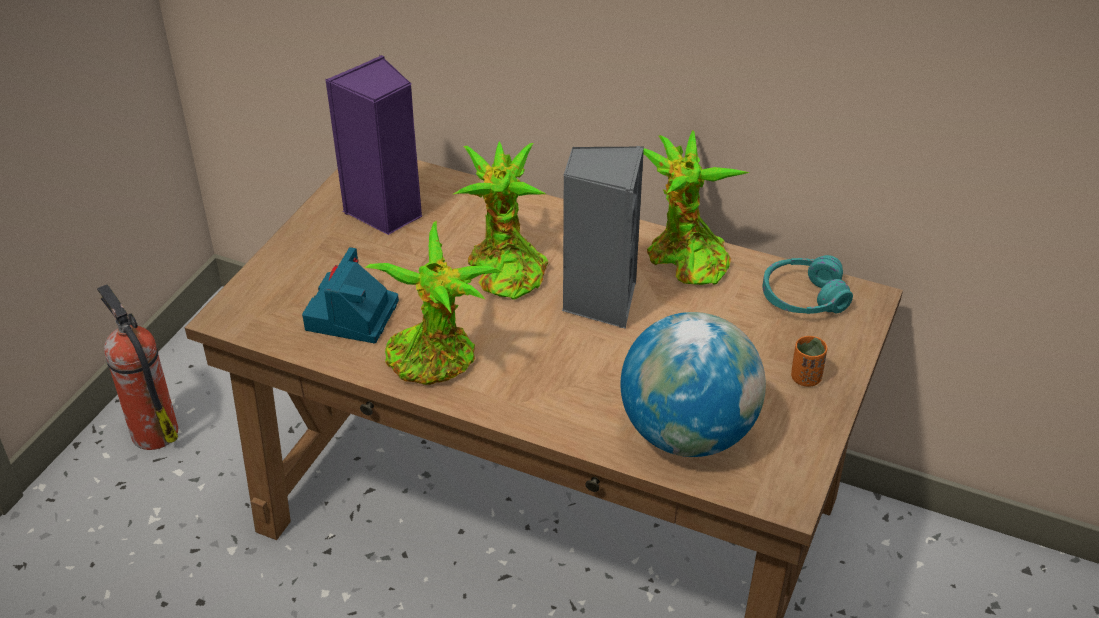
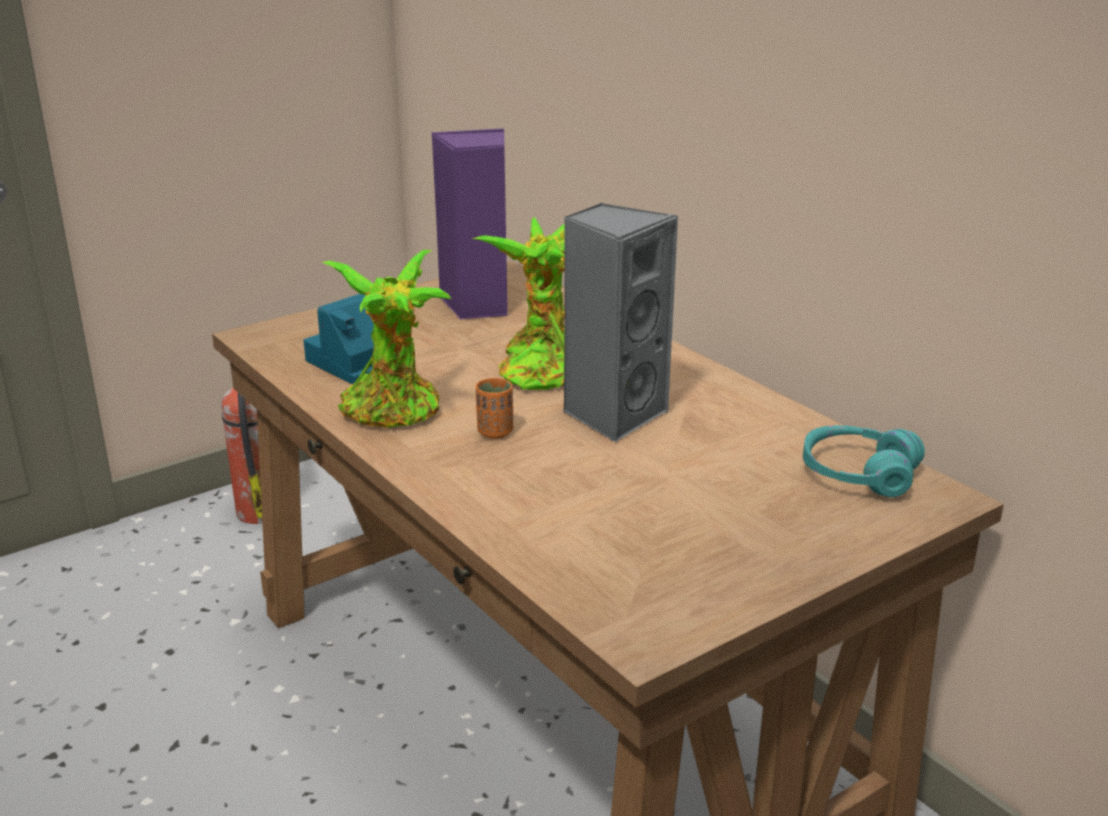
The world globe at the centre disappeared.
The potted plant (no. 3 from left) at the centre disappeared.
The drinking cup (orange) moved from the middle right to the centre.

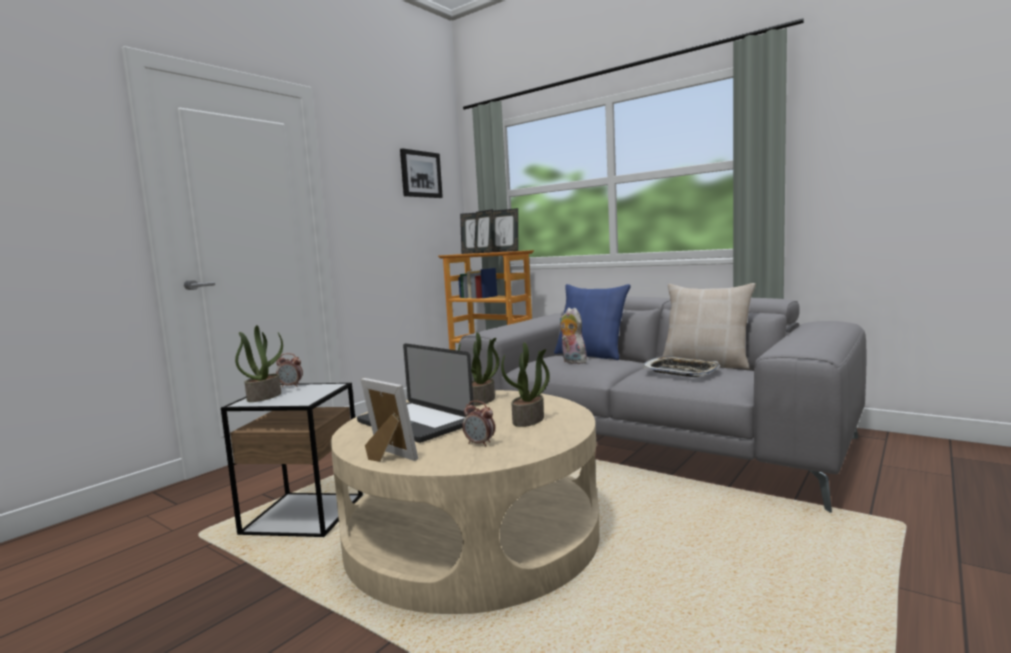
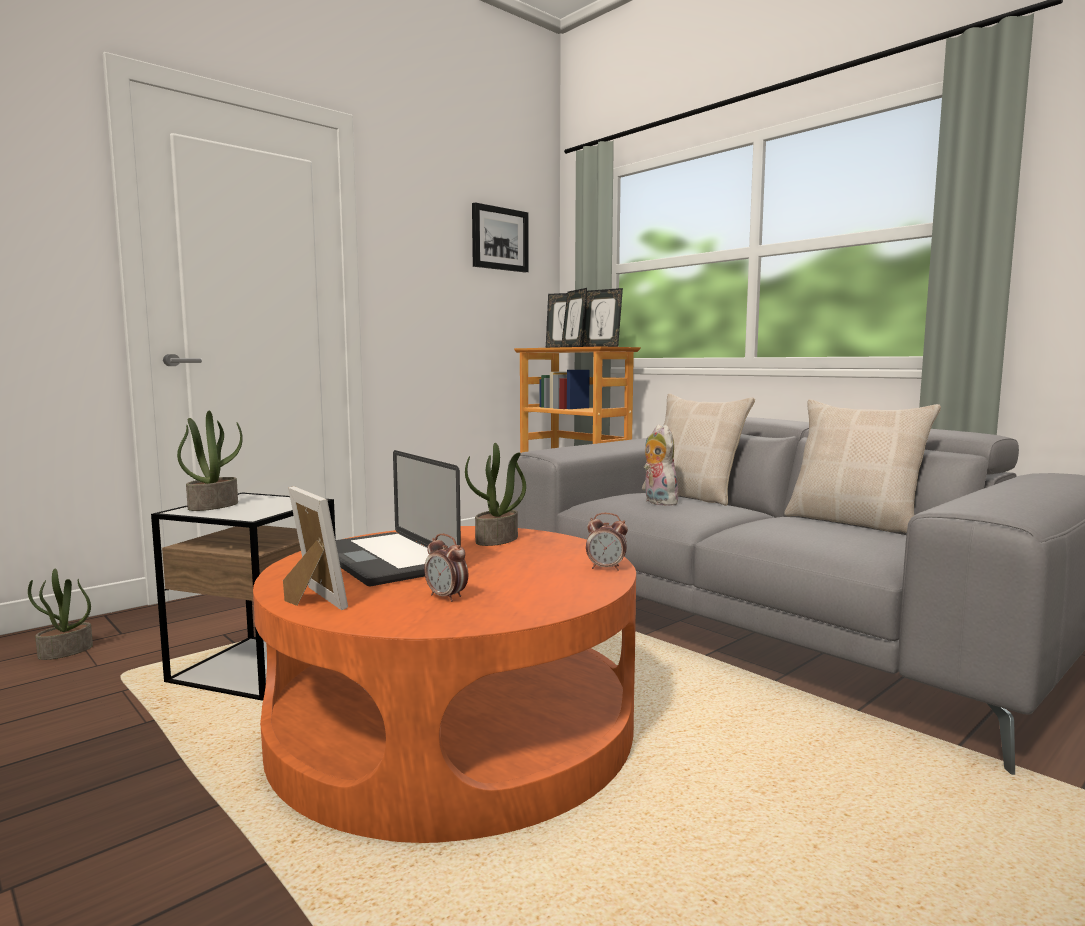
The table clock (no. 1 from left in the first image) moved from the middle left to the centre.
The coffee table (beige-coloured) at the bottom centre became the coffee table (orange) at the bottom centre.
The potted plant (no. 3 from left in the first image) moved from the centre to the middle left.
The throw pillow (bluish) at the centre became the throw pillow (beige-coloured) (no. 1 from left) at the centre.
The serving tray at the middle right disappeared.

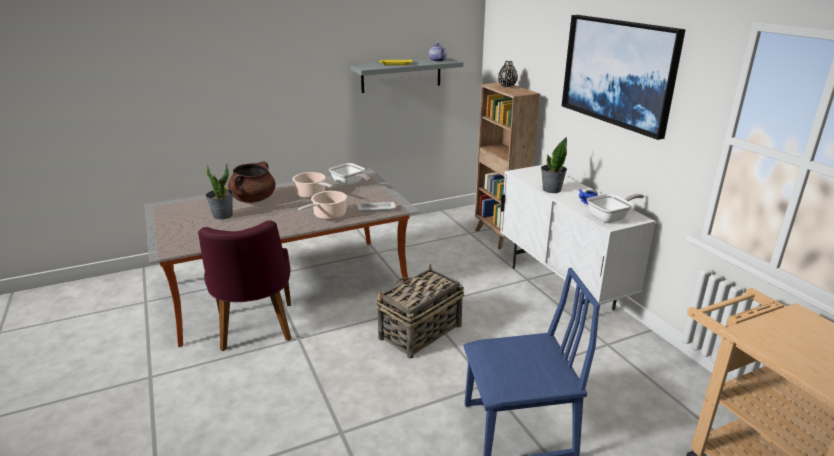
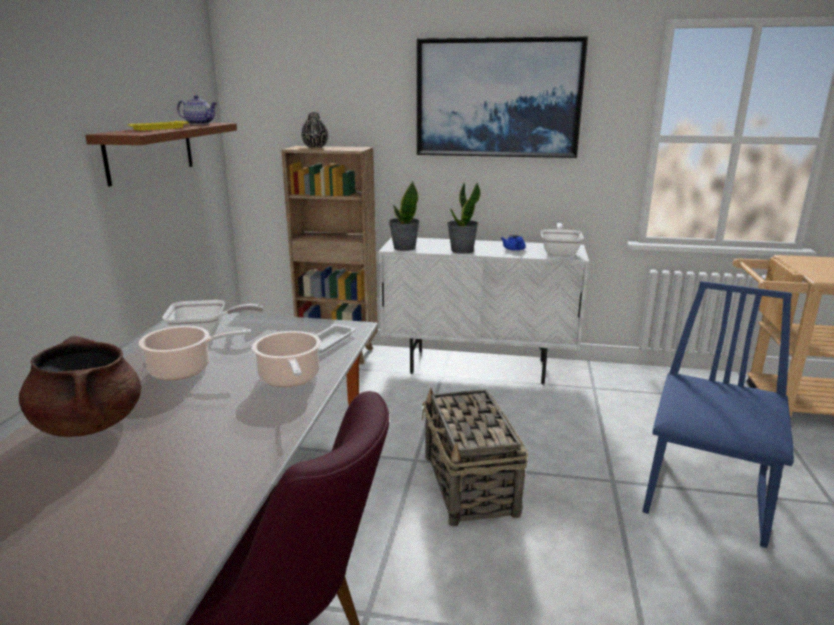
The potted plant (no. 1 from left) moved from the middle left to the centre.
The wall shelf (greyish) at the top centre became the wall shelf (brown) at the top left.

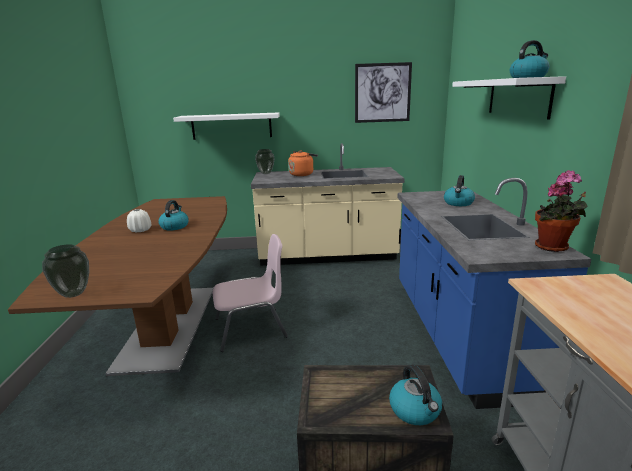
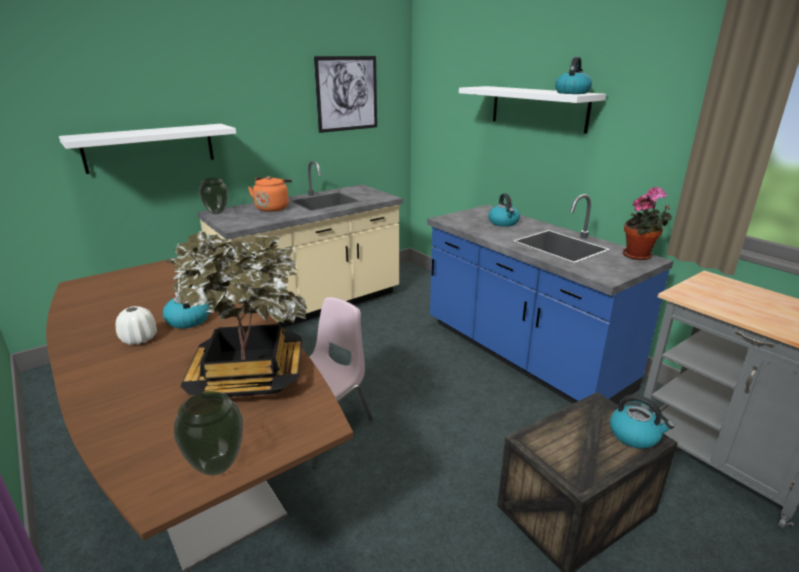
The potted plant (no. 1 from left) at the middle left appeared.

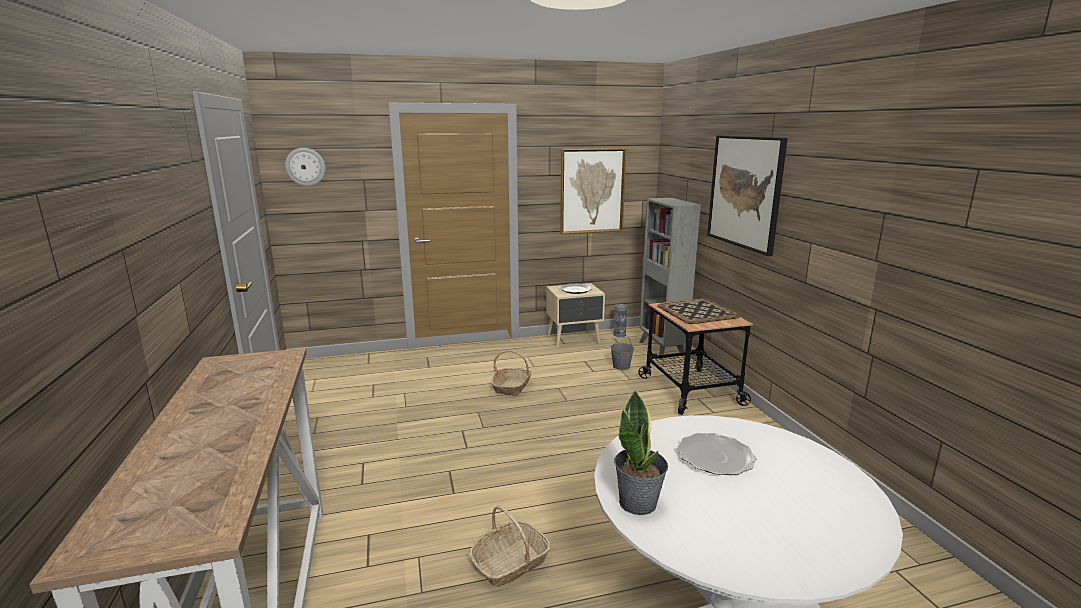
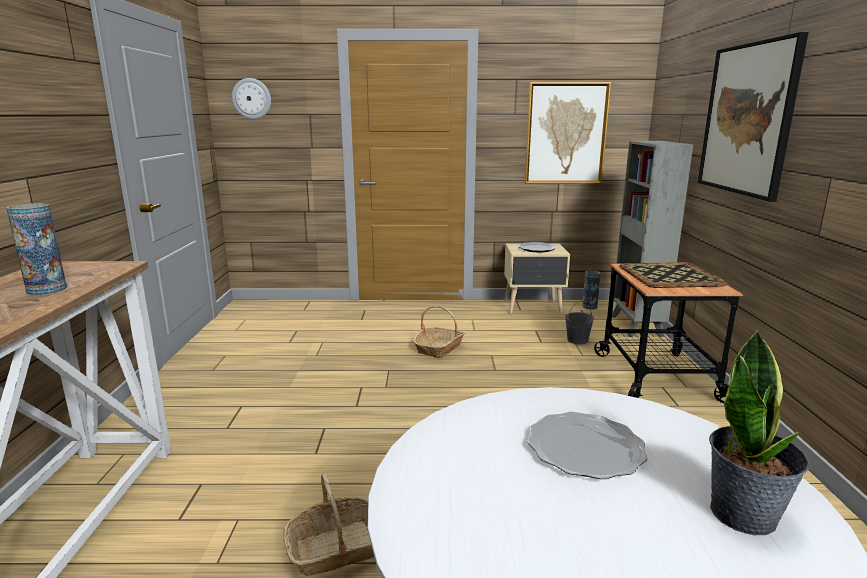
The potted plant moved from the bottom centre to the bottom right.
The decorative vase (no. 1 from left) at the middle left appeared.

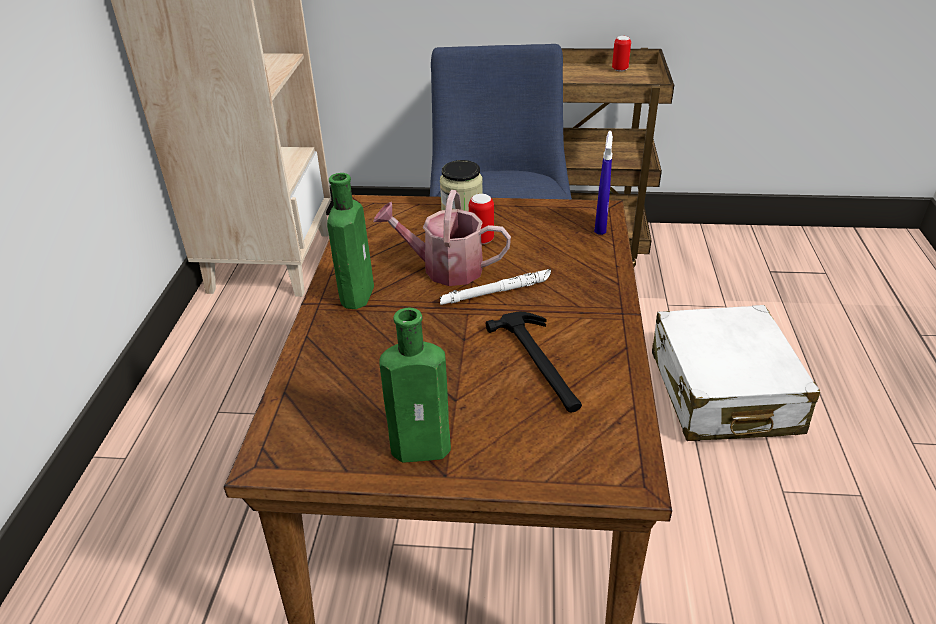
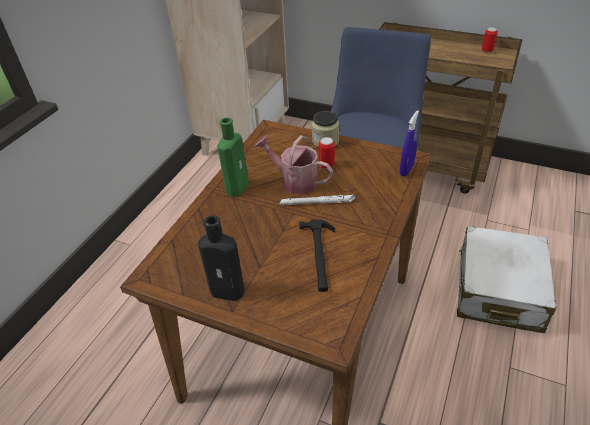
The bottle (green-coloured) (no. 2 from left) at the centre became the bottle (black) at the centre.

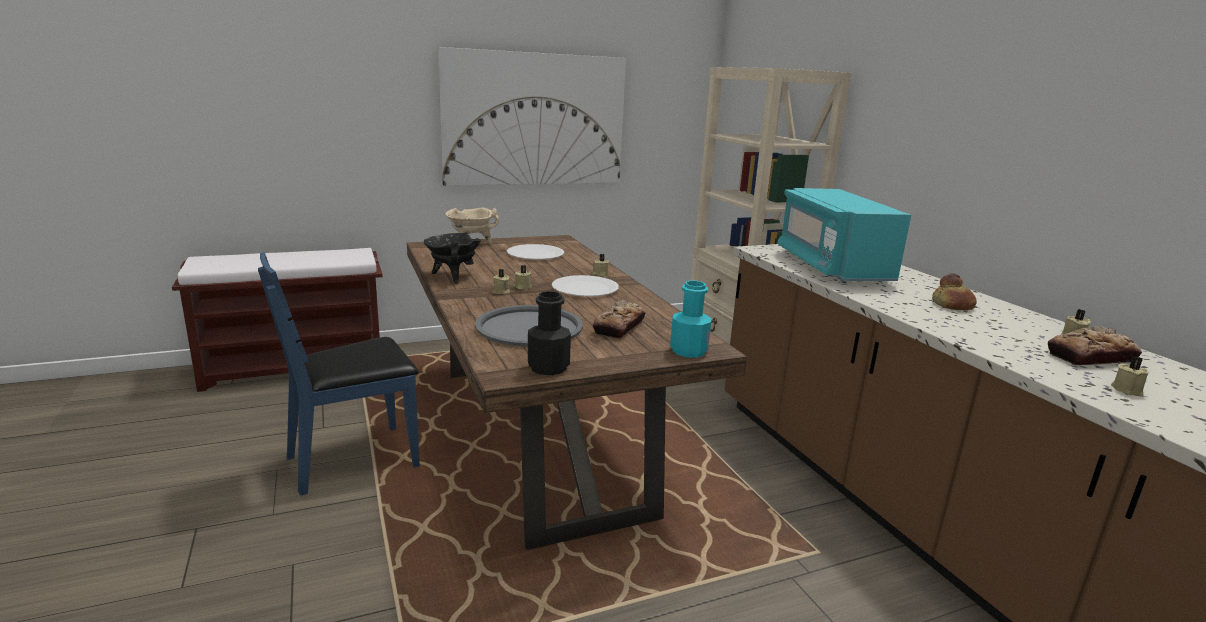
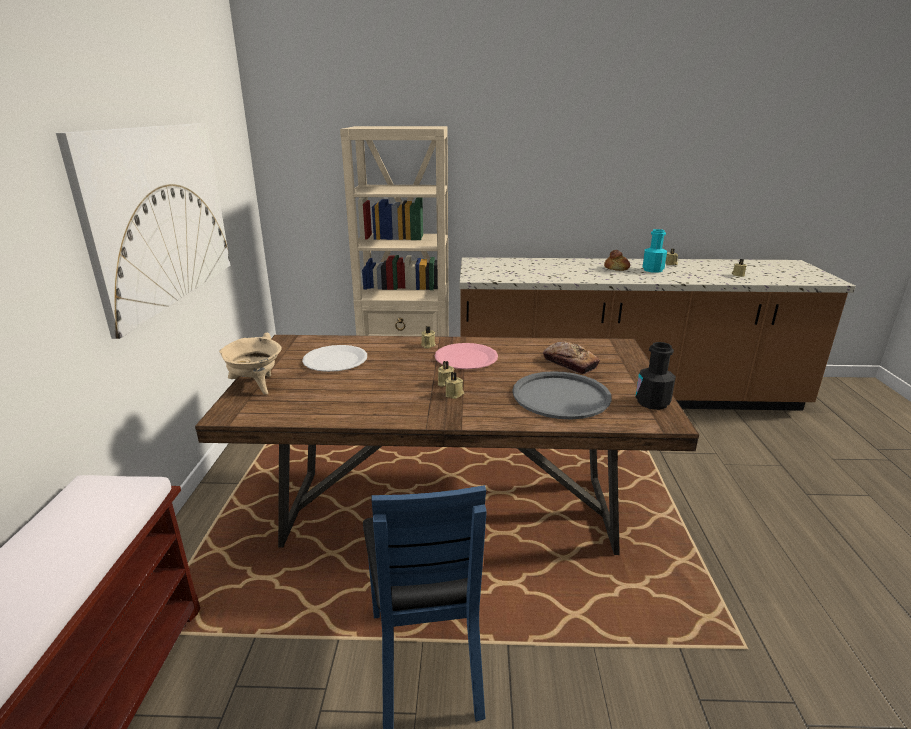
The cooking pot (black) at the centre disappeared.
The dinner plate (white) (no. 2 from left) at the centre became the dinner plate (pink-coloured) at the centre.
The bottle (blue-green) moved from the centre to the middle right.
The microwave oven (blue-green) at the middle right disappeared.
The baked bread (no. 3 from left) at the middle right disappeared.

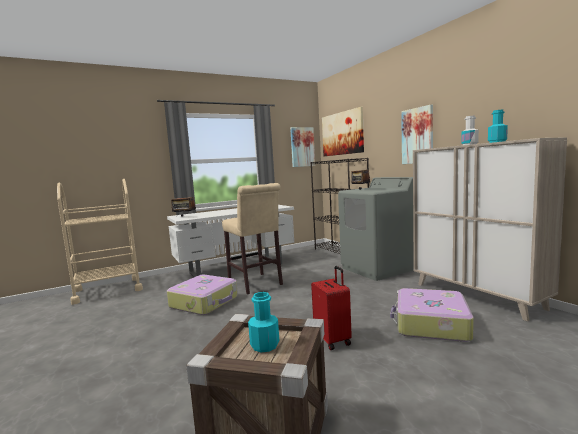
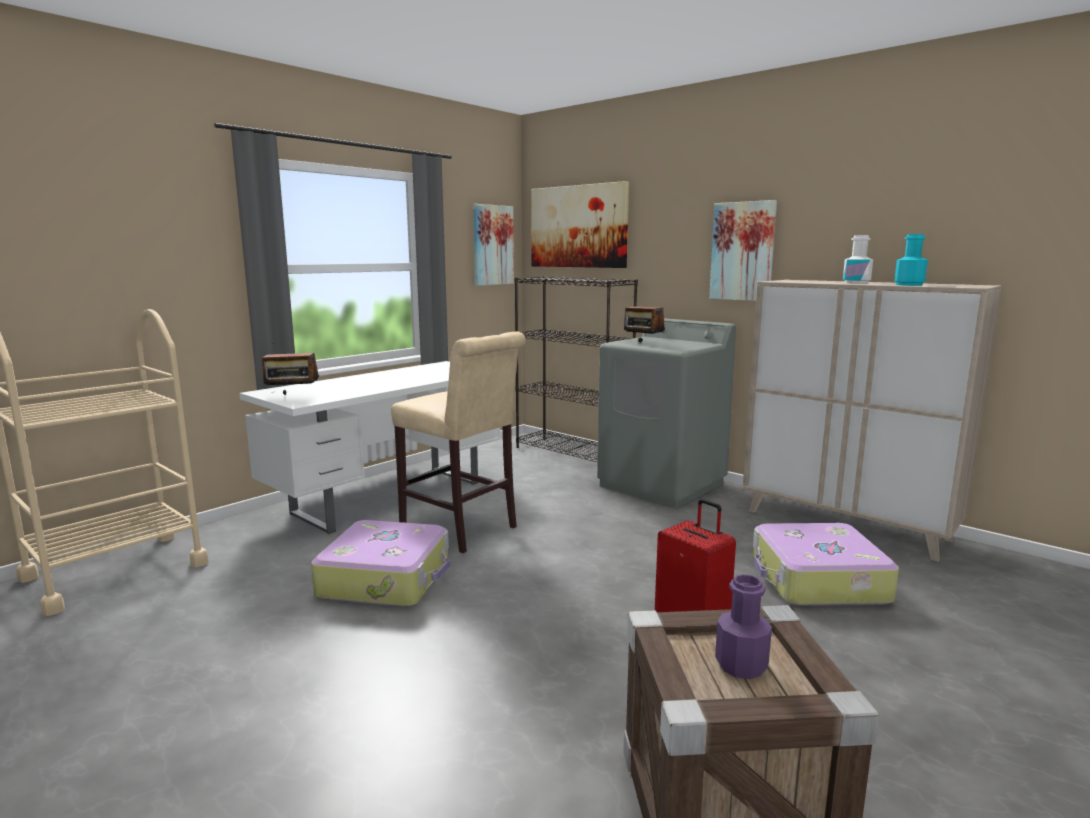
The bottle (blue-green) (no. 1 from left) at the bottom centre became the bottle (purplish) at the bottom right.

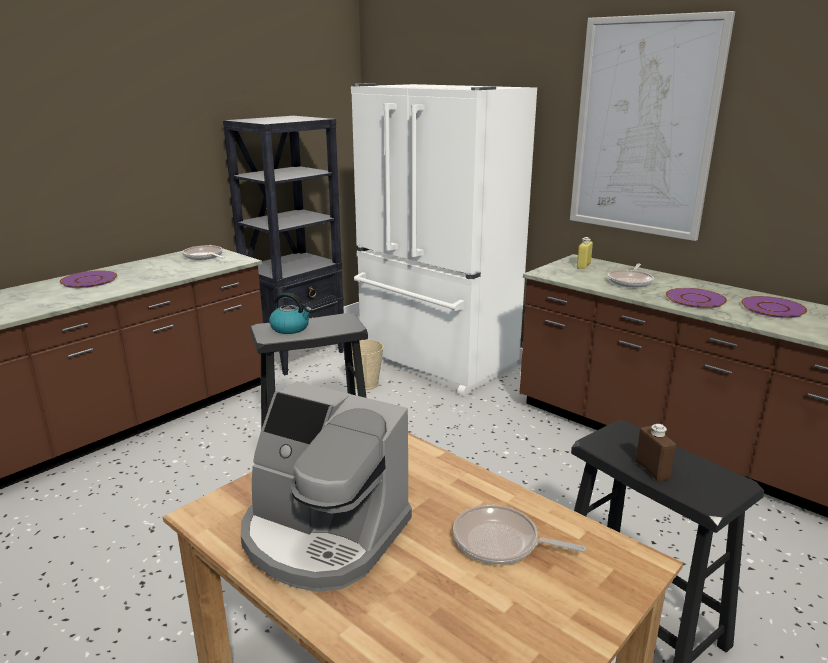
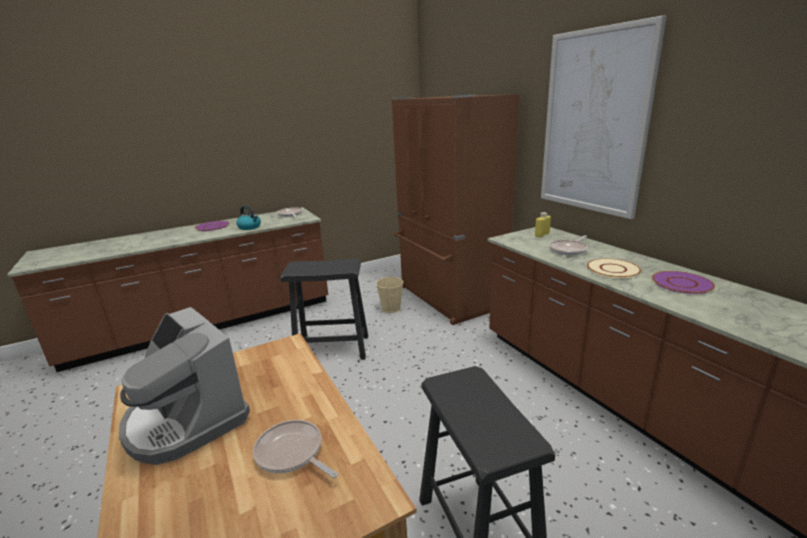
The bookcase (black) at the centre disappeared.
The water kettle moved from the centre to the middle left.
The fridge (white) at the centre became the fridge (brown) at the centre.
The bottle (brown) at the bottom right disappeared.
The dinner plate (purplish) (no. 2 from left) at the middle right became the dinner plate (beige-coloured) at the middle right.

